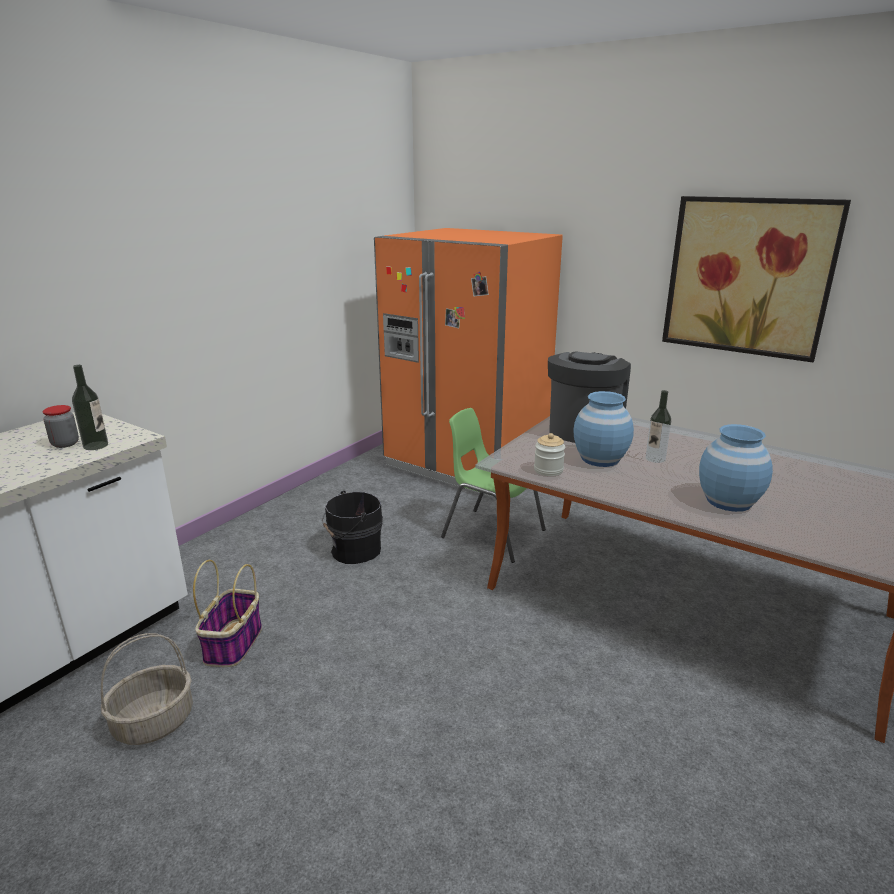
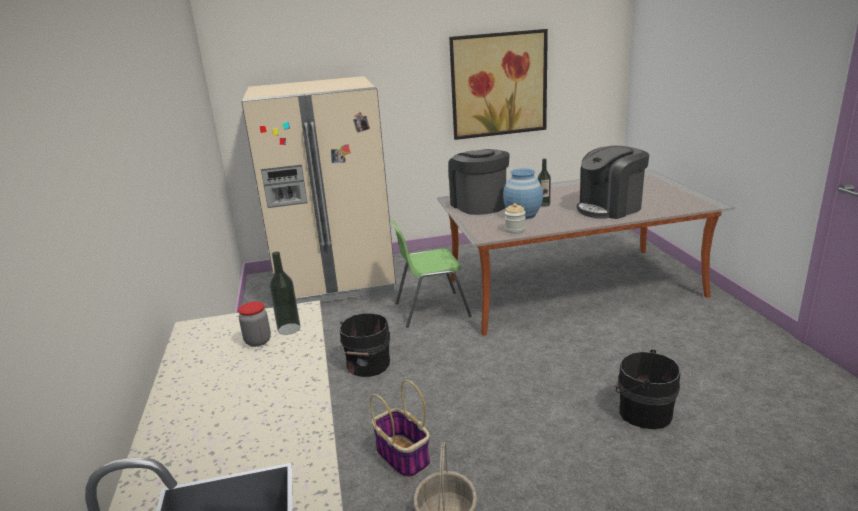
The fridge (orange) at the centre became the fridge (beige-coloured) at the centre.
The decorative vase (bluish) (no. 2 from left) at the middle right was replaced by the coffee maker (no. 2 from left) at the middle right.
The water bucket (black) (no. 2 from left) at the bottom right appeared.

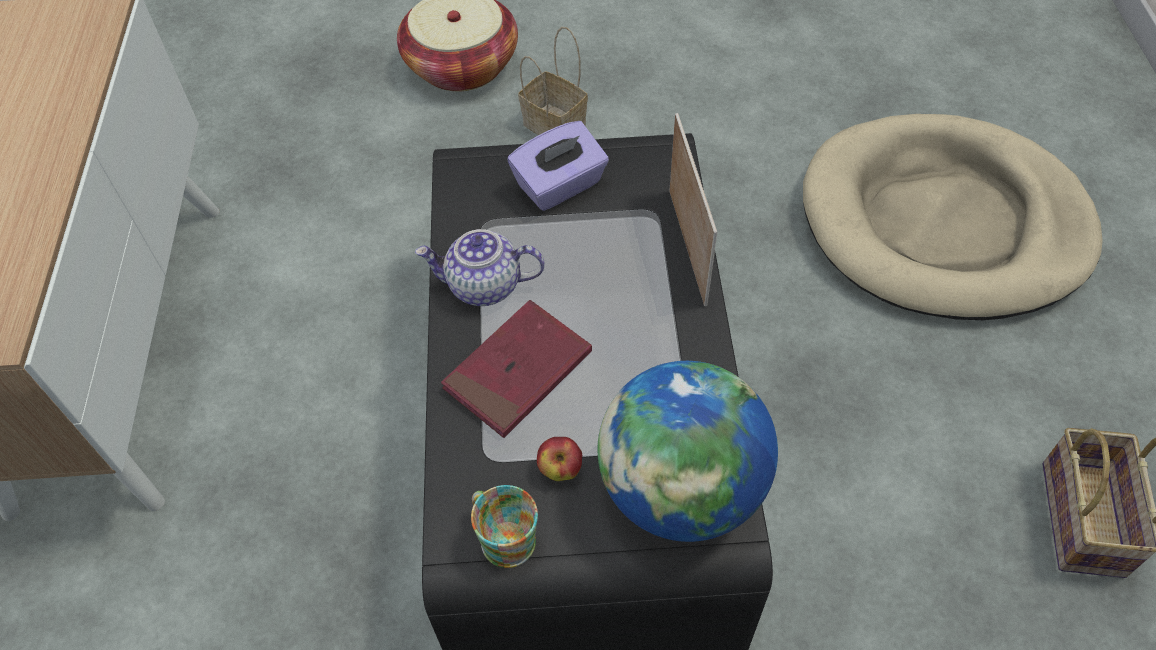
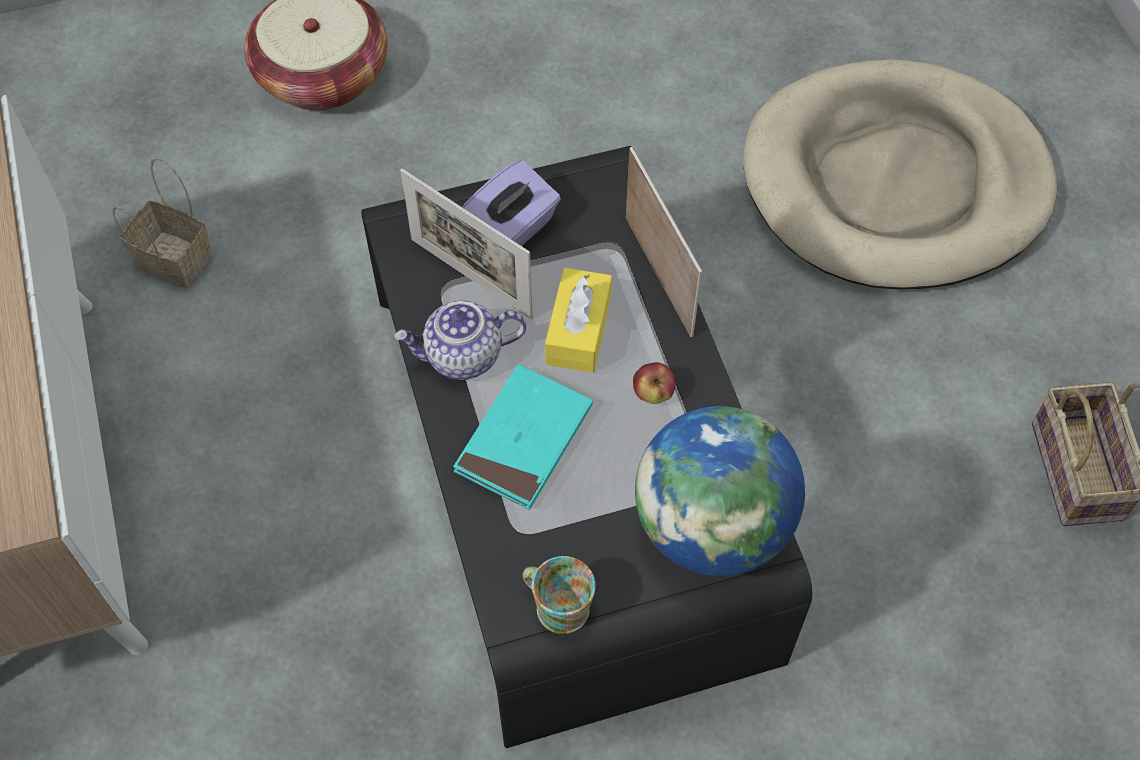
The volume (red-coloured) at the centre became the volume (blue-green) at the centre.
The basket (no. 2 from left in the first image) moved from the top centre to the top left.
The apple moved from the bottom centre to the centre.
The photo frame (no. 1 from left) at the top centre appeared.
The box of tissues (yellow-coloured) at the centre appeared.

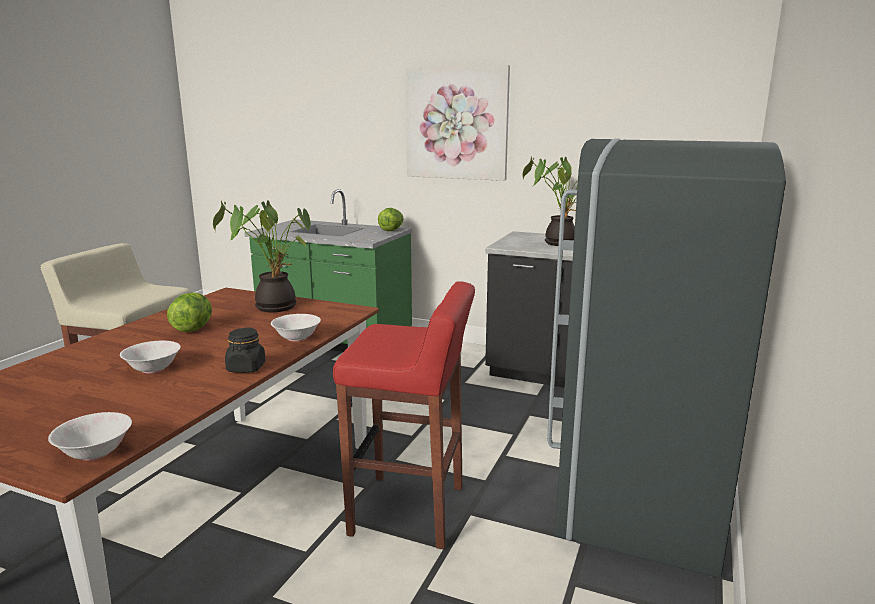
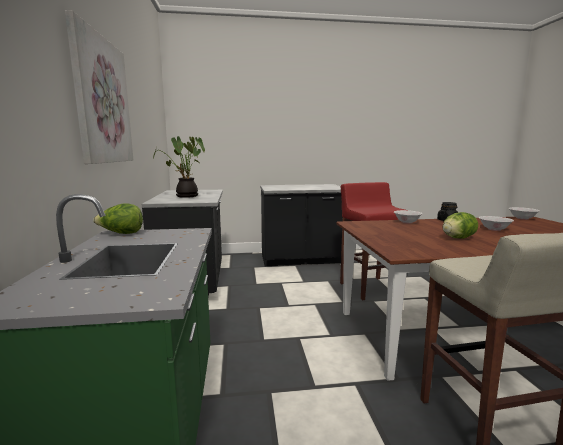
The potted plant (no. 1 from left) at the middle left disappeared.
The fridge (greyish) at the middle right was replaced by the counter (black) (no. 2 from left) at the centre.

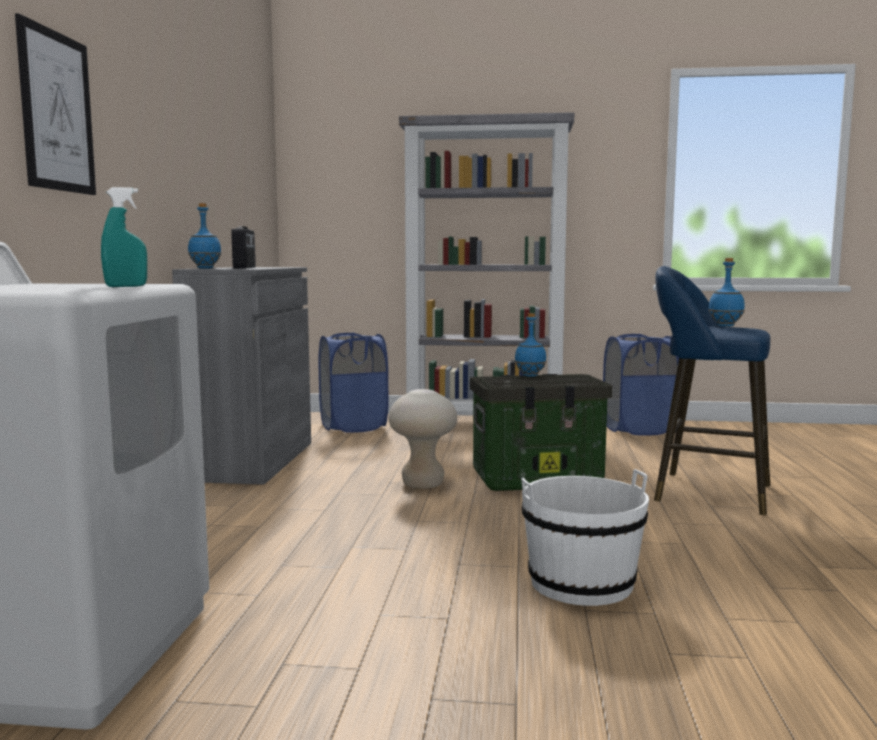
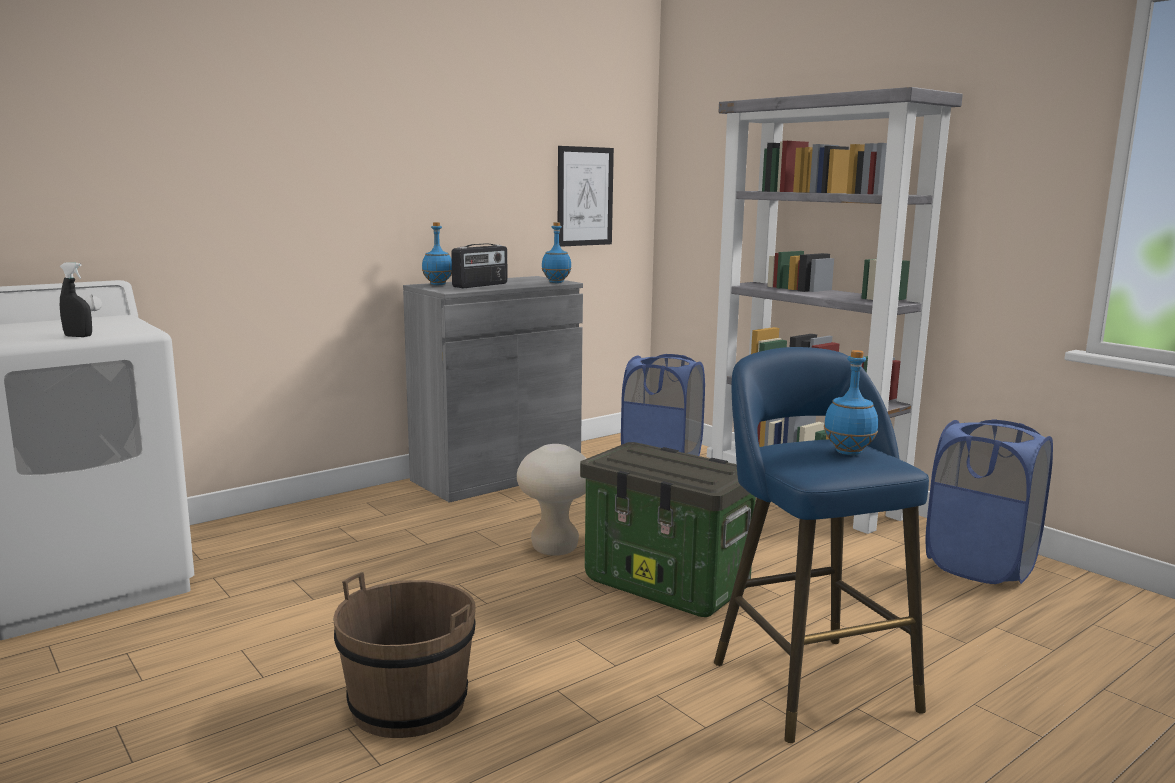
The picture moved from the top left to the top centre.
The sprayer (blue-green) at the top left became the sprayer (black) at the middle left.
The bottle (bluish) (no. 2 from left) moved from the centre to the top centre.
The water bucket (white) at the bottom right became the water bucket (brown) at the bottom centre.

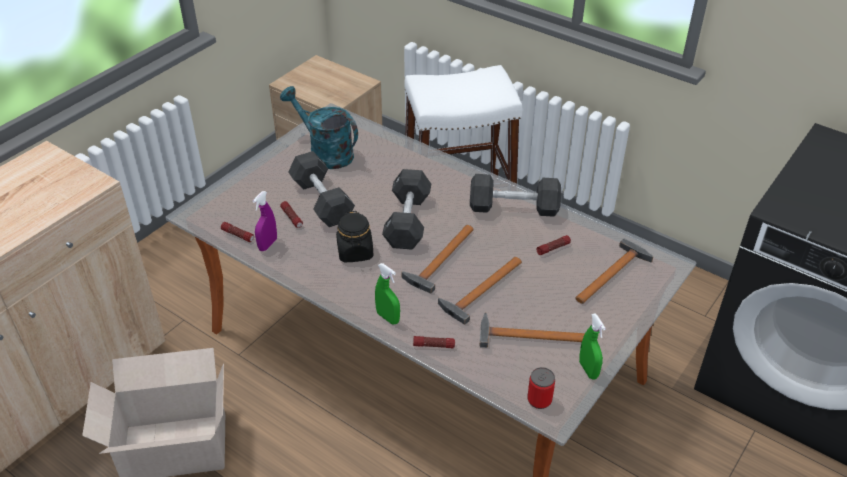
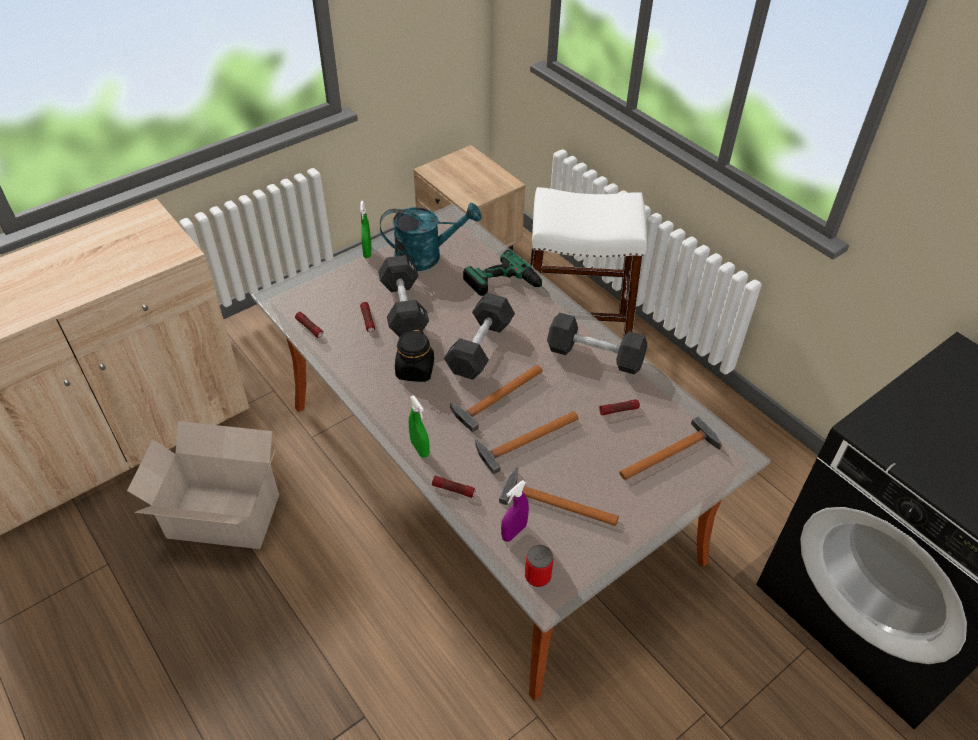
The sprayer (purplish) moved from the middle left to the bottom centre.
The watering pot (blue-green) at the top centre turned 120 degrees clockwise.
The sprayer (green-coloured) (no. 2 from left in the first image) moved from the bottom right to the top centre.
The drill at the centre appeared.

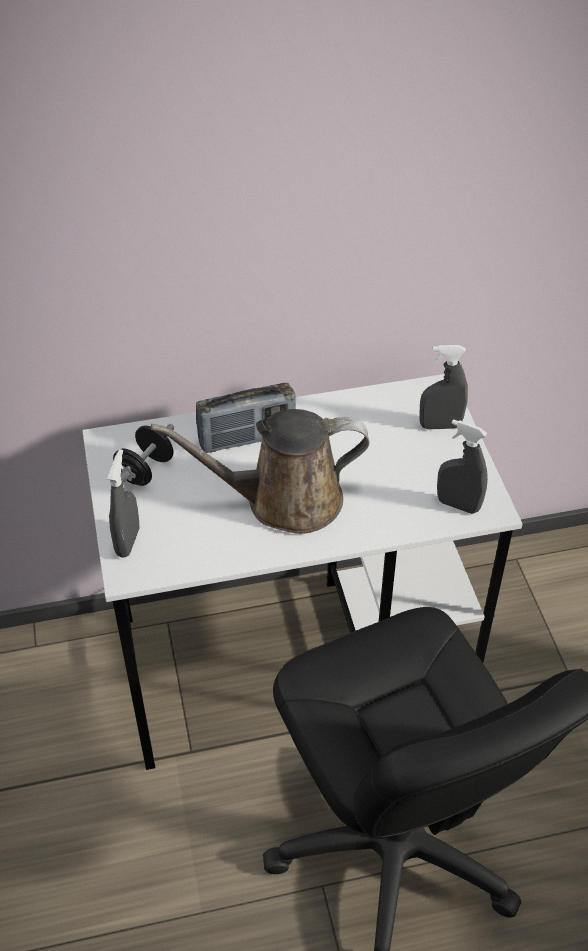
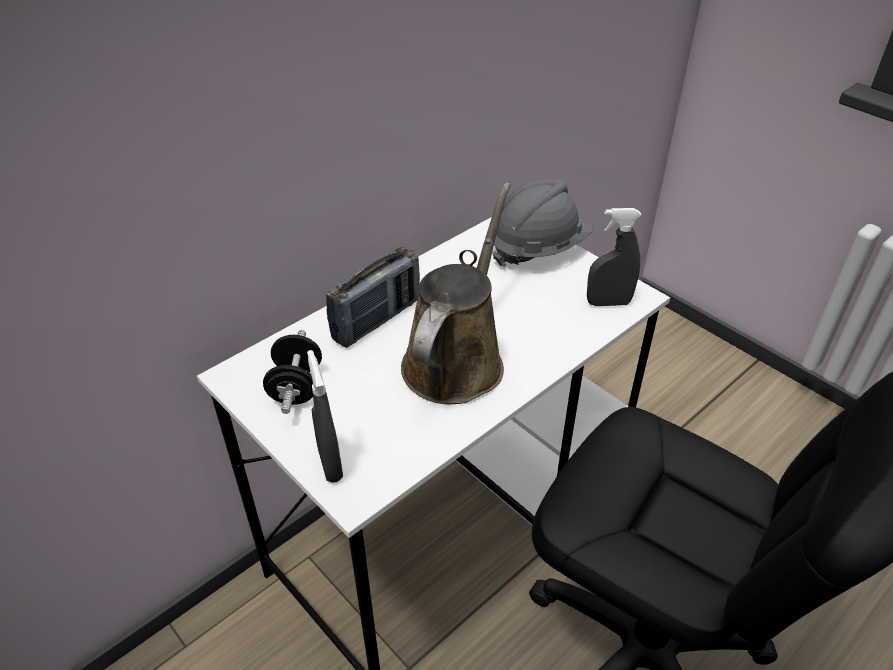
The watering pot (brown) at the centre turned 150 degrees clockwise.
The sprayer (greyish) (no. 2 from left) at the middle right was replaced by the safety helmet (greyish) at the top centre.

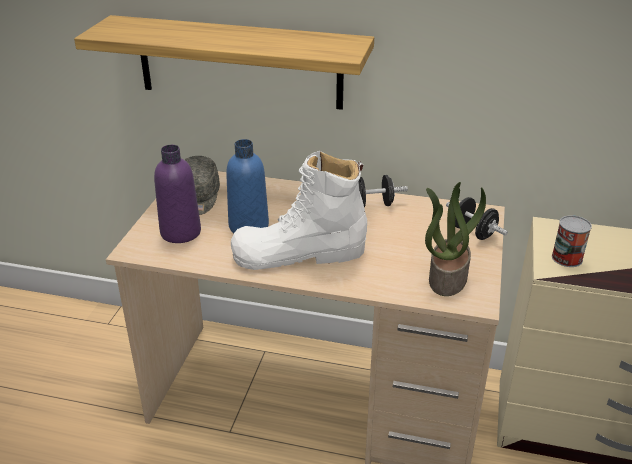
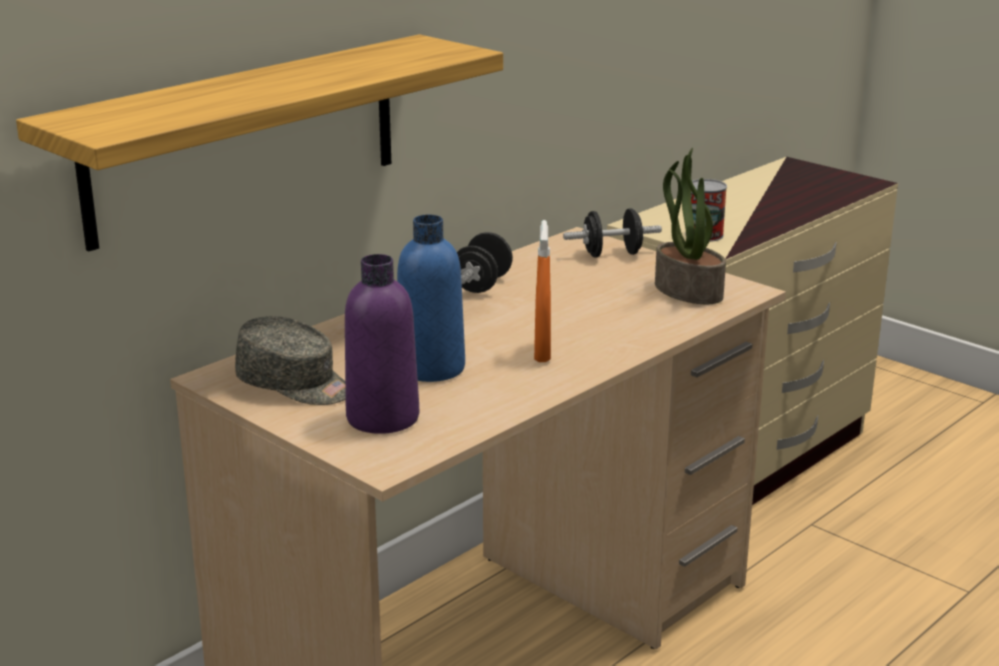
The high-top boot (white) at the centre was replaced by the sprayer (orange) at the centre.

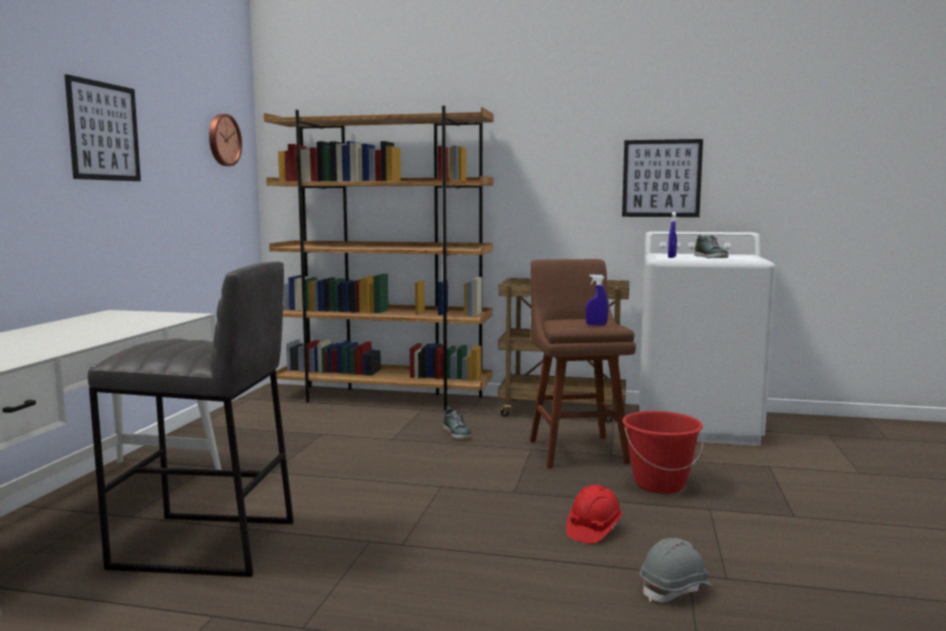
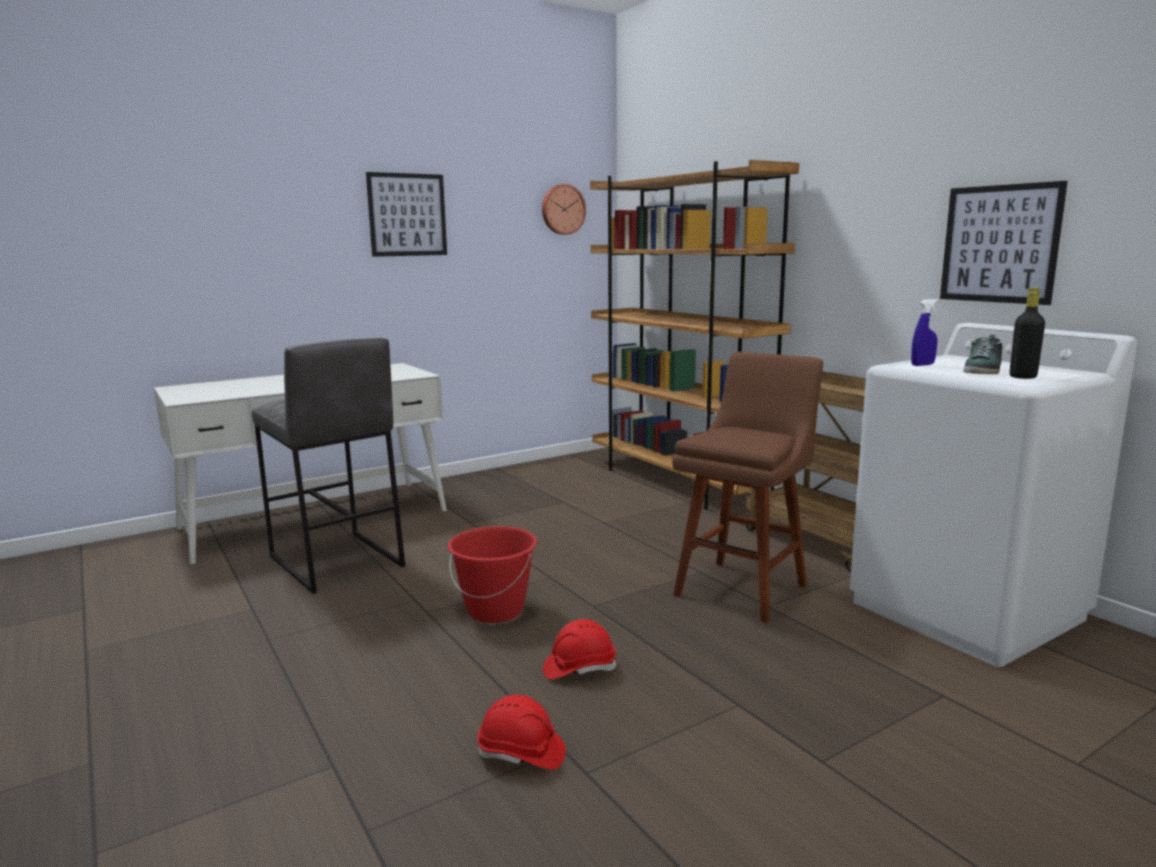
The item of footwear (no. 1 from left) at the bottom centre disappeared.
The sprayer (bluish) (no. 1 from left) at the centre disappeared.
The water bucket (red-coloured) moved from the bottom right to the centre.
The safety helmet (greyish) at the bottom right became the safety helmet (red-coloured) (no. 1 from left) at the bottom centre.
The bottle (black) at the middle right appeared.

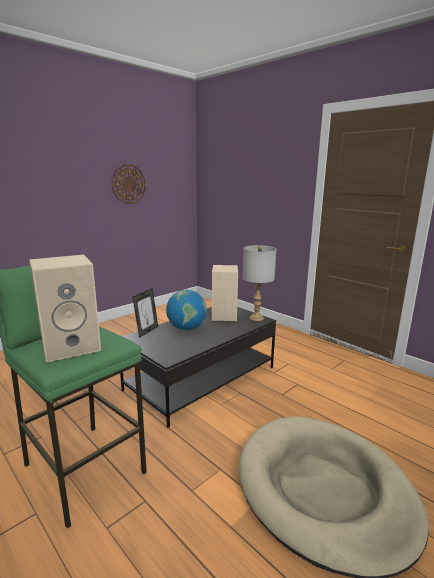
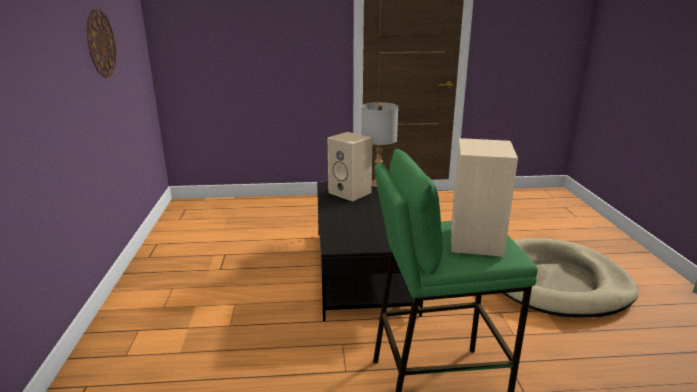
The photo frame at the centre disappeared.
The world globe at the centre disappeared.

